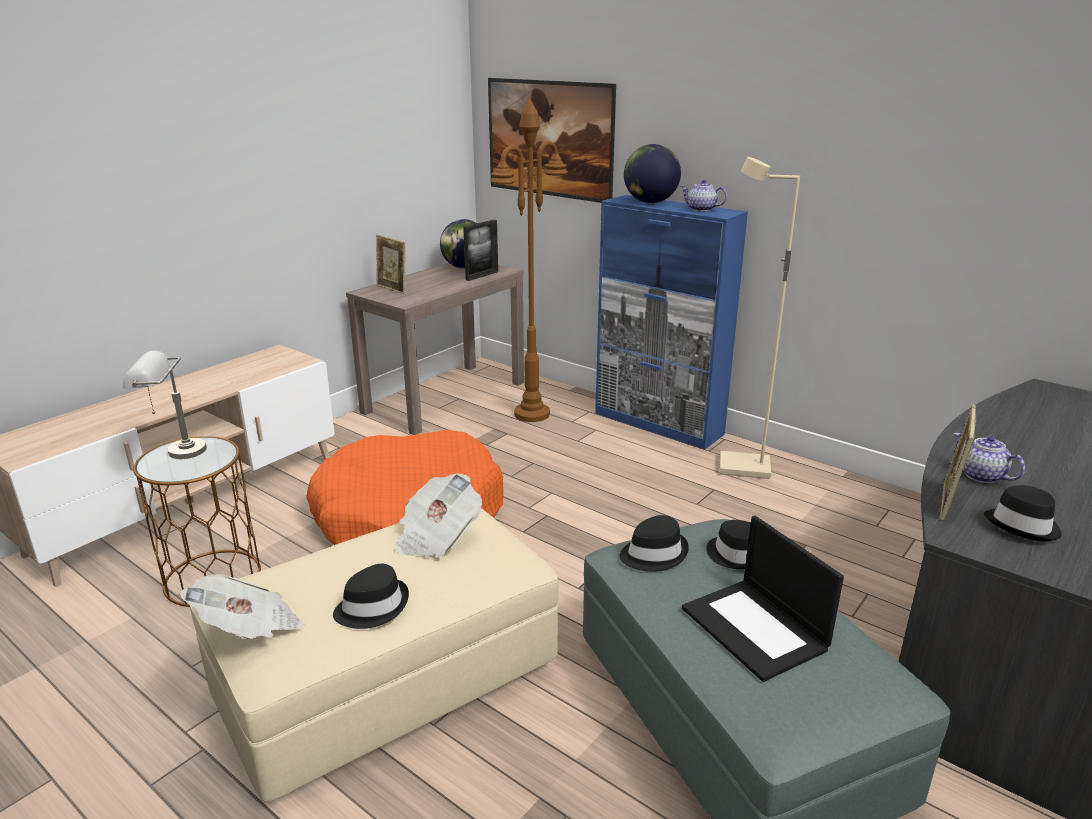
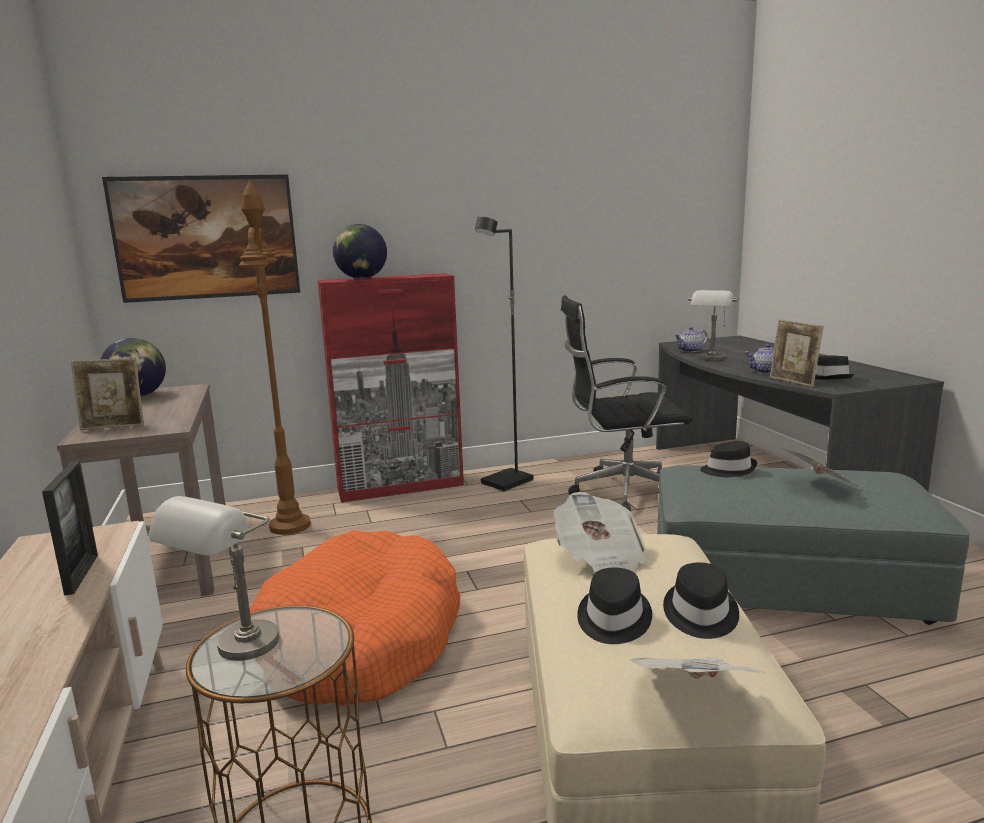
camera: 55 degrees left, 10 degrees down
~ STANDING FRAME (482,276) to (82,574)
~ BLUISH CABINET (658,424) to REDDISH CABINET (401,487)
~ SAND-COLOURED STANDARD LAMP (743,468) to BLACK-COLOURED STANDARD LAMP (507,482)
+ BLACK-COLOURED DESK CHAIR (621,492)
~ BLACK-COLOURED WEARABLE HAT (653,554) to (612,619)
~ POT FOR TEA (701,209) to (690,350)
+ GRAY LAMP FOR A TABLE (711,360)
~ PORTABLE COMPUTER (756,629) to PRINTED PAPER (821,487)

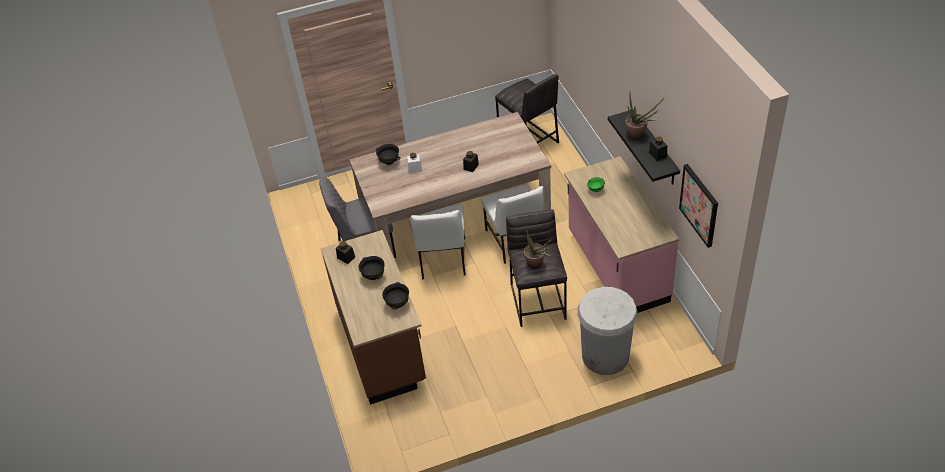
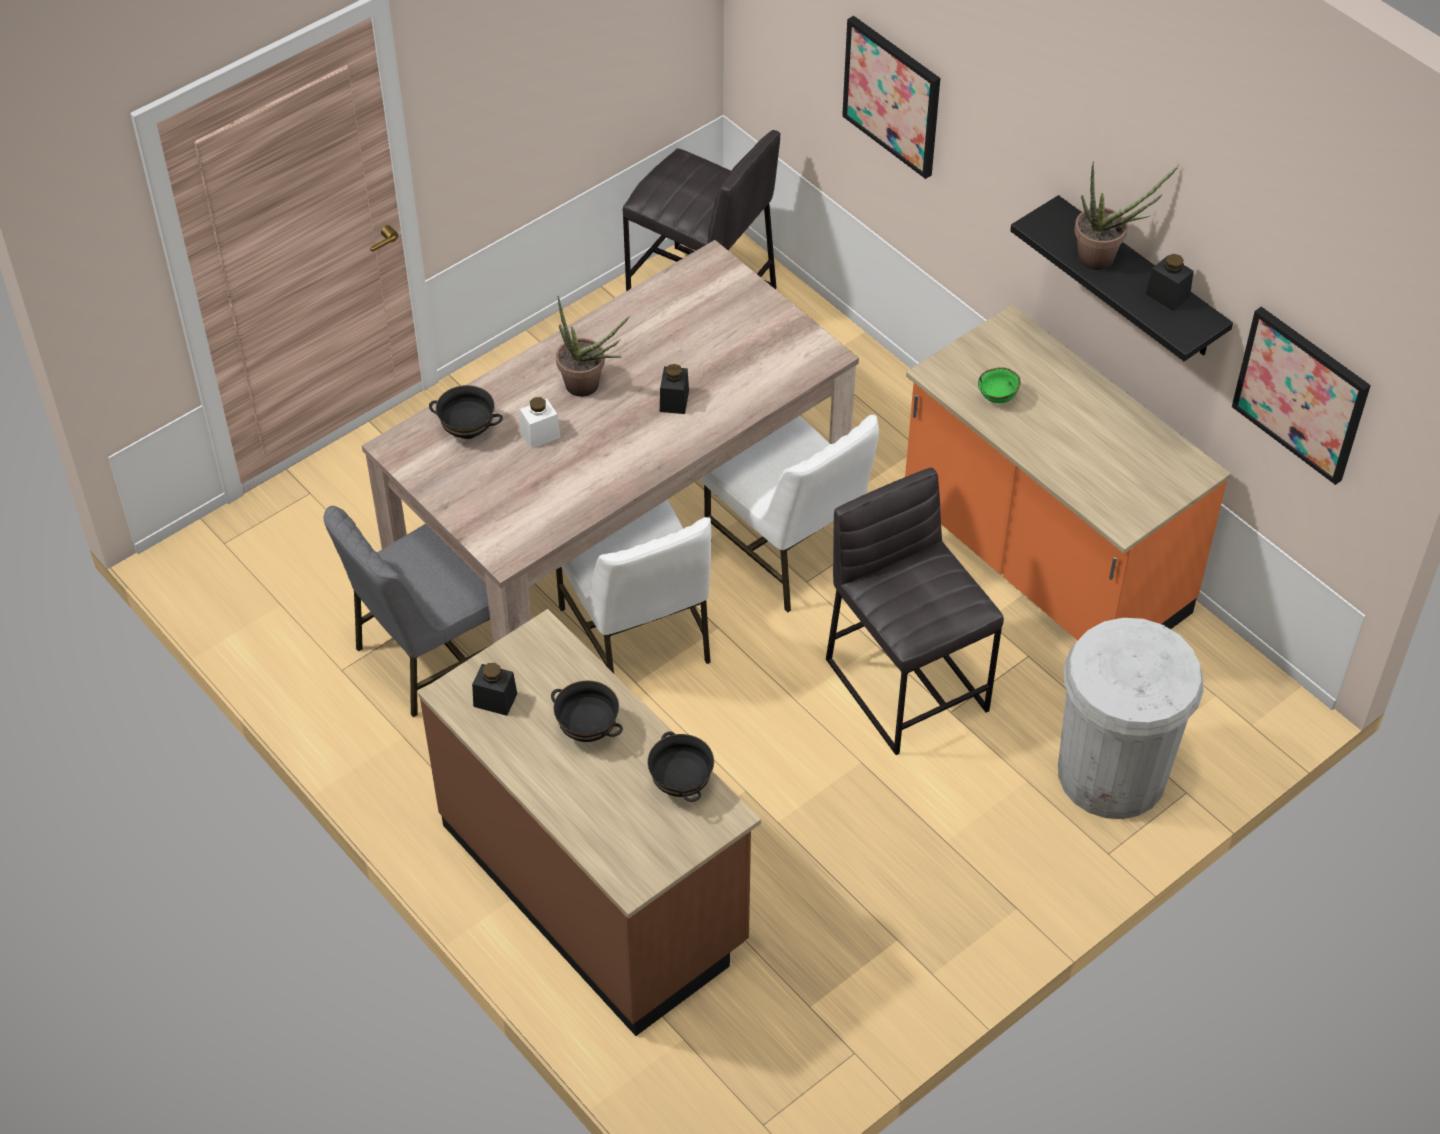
camera: 25 degrees left, 5 degrees up
~ POTTED PLANT (537,265) to (589,387)
+ WALL PICTURE (893,96)
~ PINK-COLOURED COUNTER (616,268) to ORANGE-COLOURED COUNTER (1042,562)

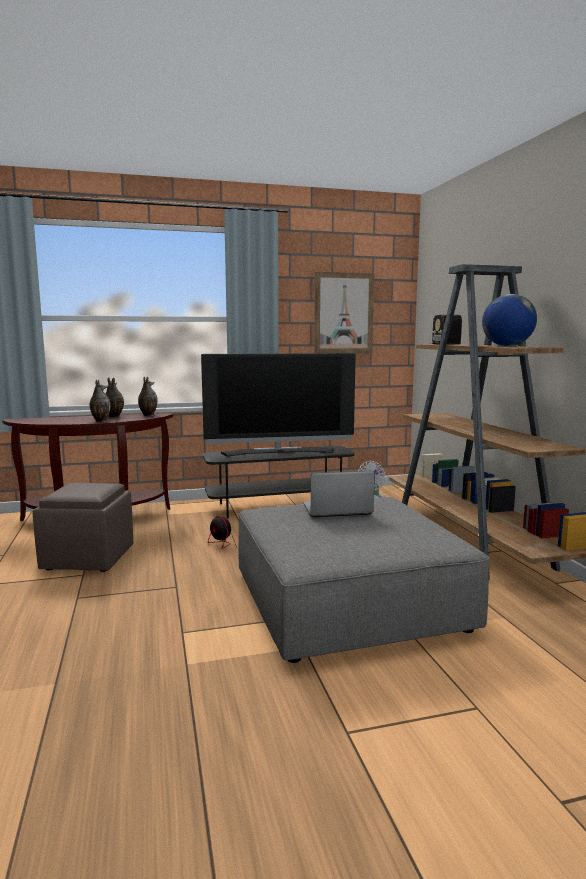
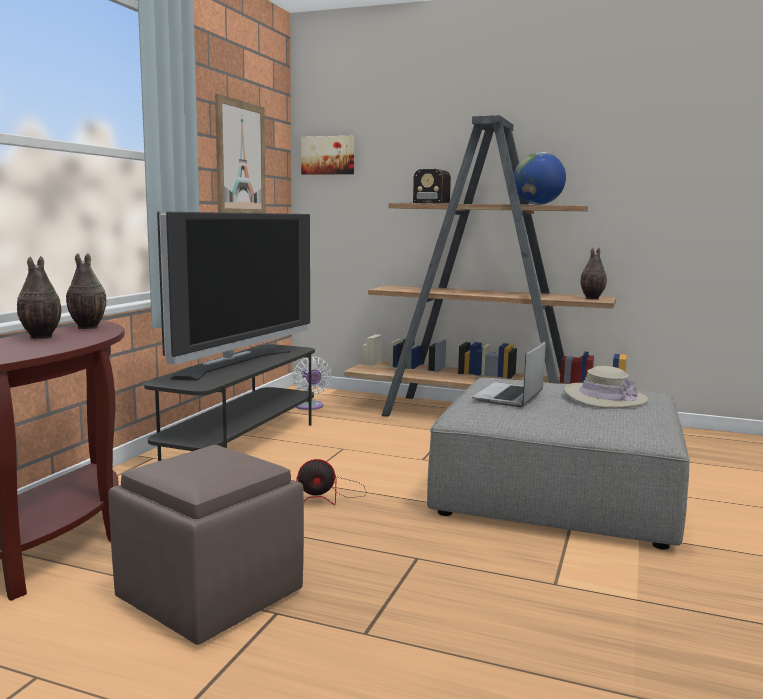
camera: 55 degrees left, 0 degrees up
+ WALL PICTURE (328,155)
+ SAND-COLOURED WEARABLE HAT (604,398)
~ VASE (100,421) to (591,298)

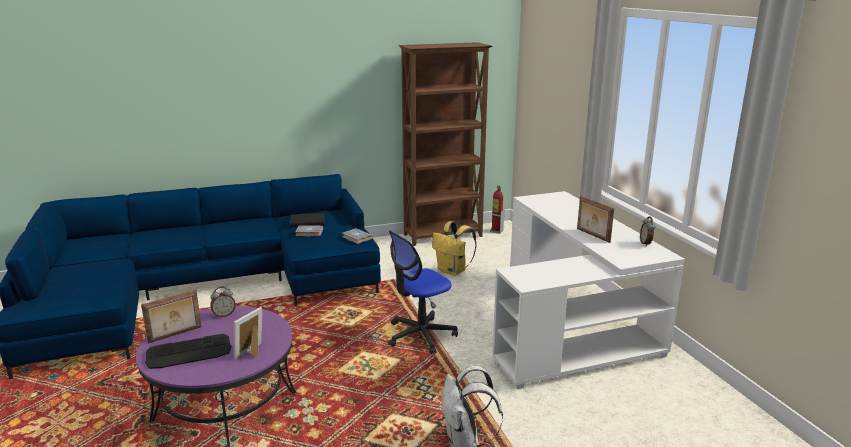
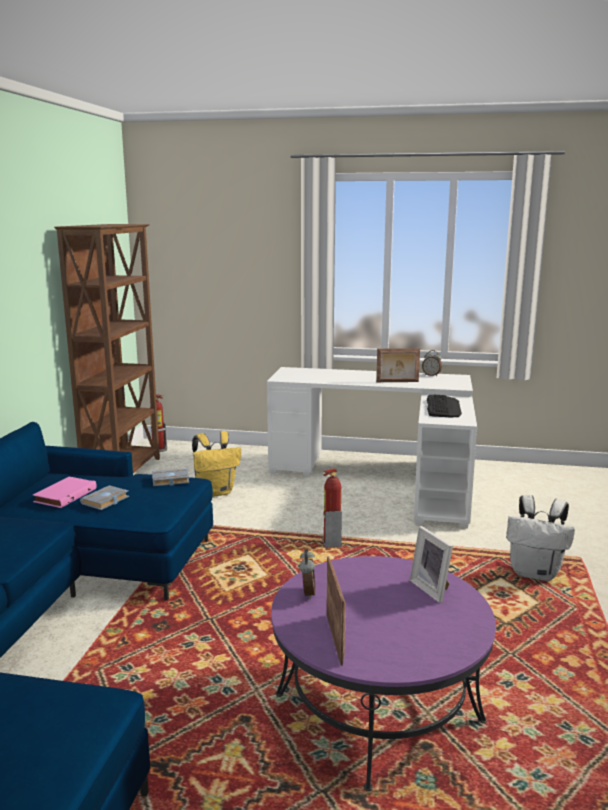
camera: 60 degrees left, 5 degrees down
~ BLACK-COLOURED BOUND BOOK (308,222) to PINK-COLOURED BOUND BOOK (64,495)
~ DESK CHAIR (420,335) to FIRE EXTINGUISHER (331,543)
~ PC KEYBOARD (189,352) to (443,407)

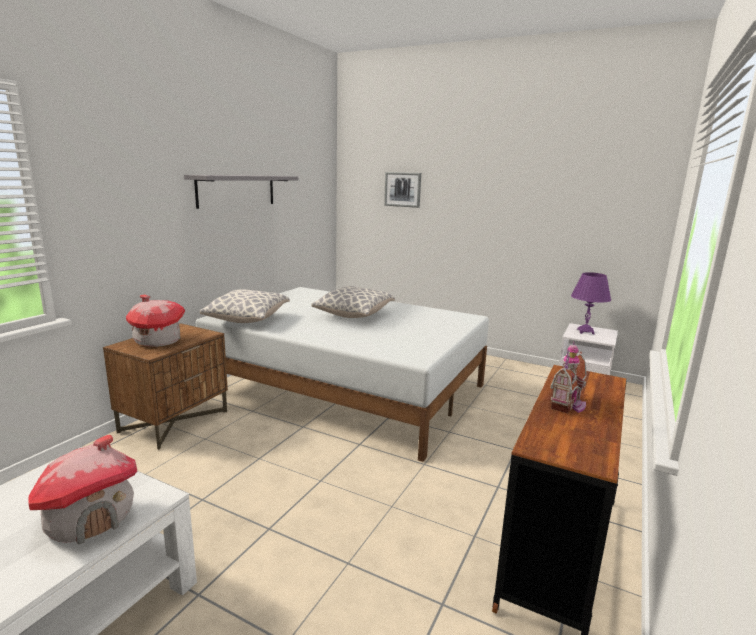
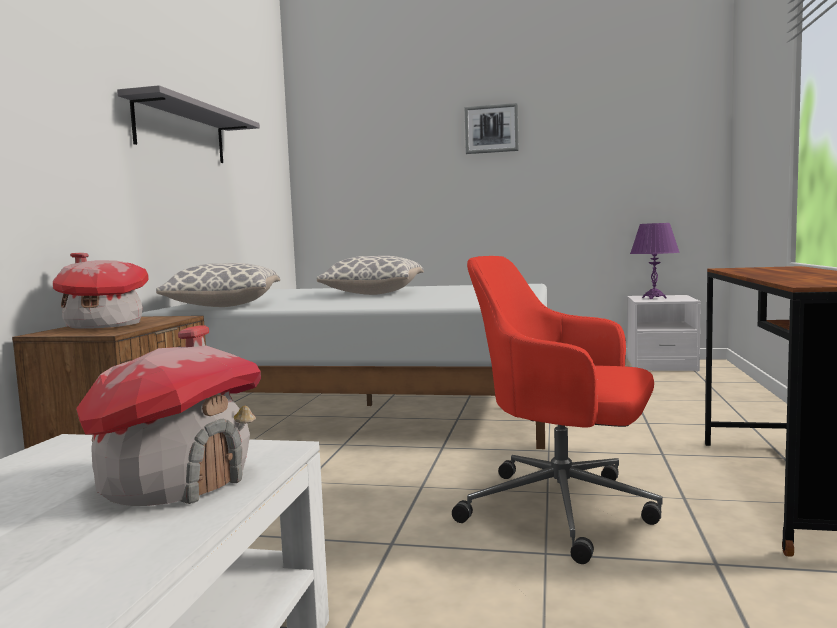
camera: 15 degrees left, 10 degrees down
+ REDDISH DESK CHAIR (564,510)
~ WALL PICTURE (402,189) to (491,129)
- TOY HOUSE (569,405)

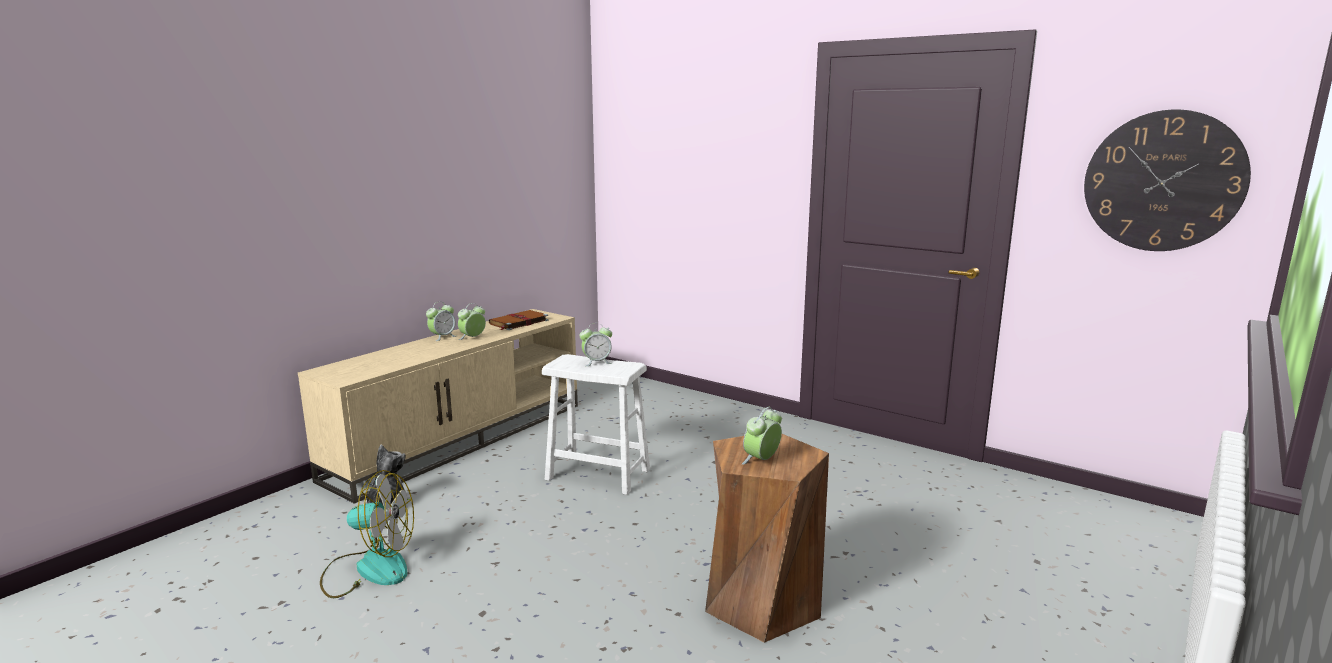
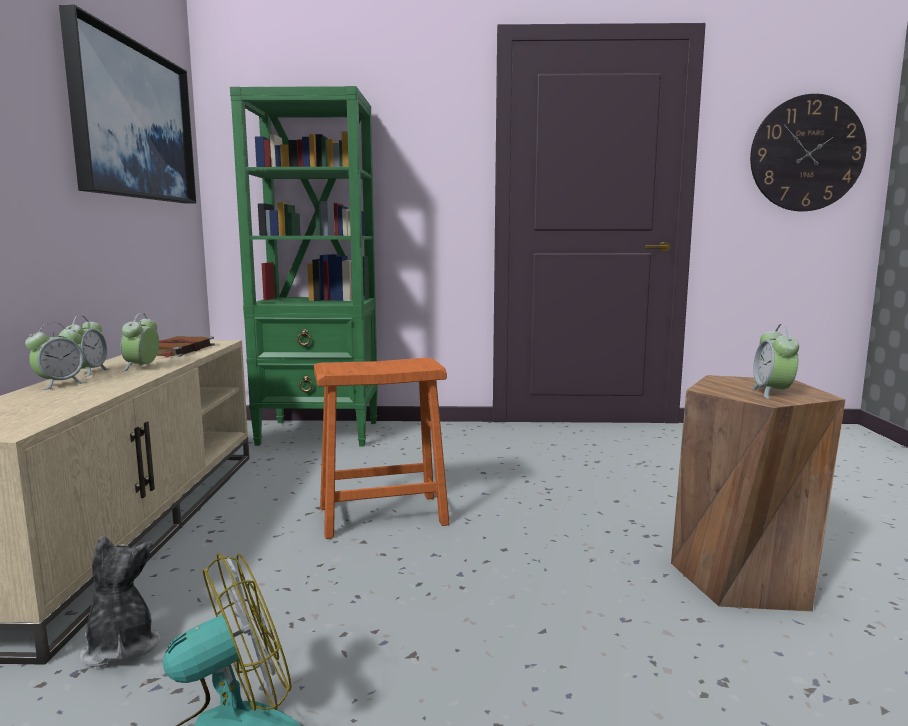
camera: 35 degrees left, 5 degrees down
~ TABLE CLOCK (596,362) to (60,384)
+ WALL PICTURE (133,122)
+ GREEN-COLOURED SHELVING UNIT (320,433)
~ WHITISH STOOL (598,474) to ORANGE-COLOURED STOOL (382,515)

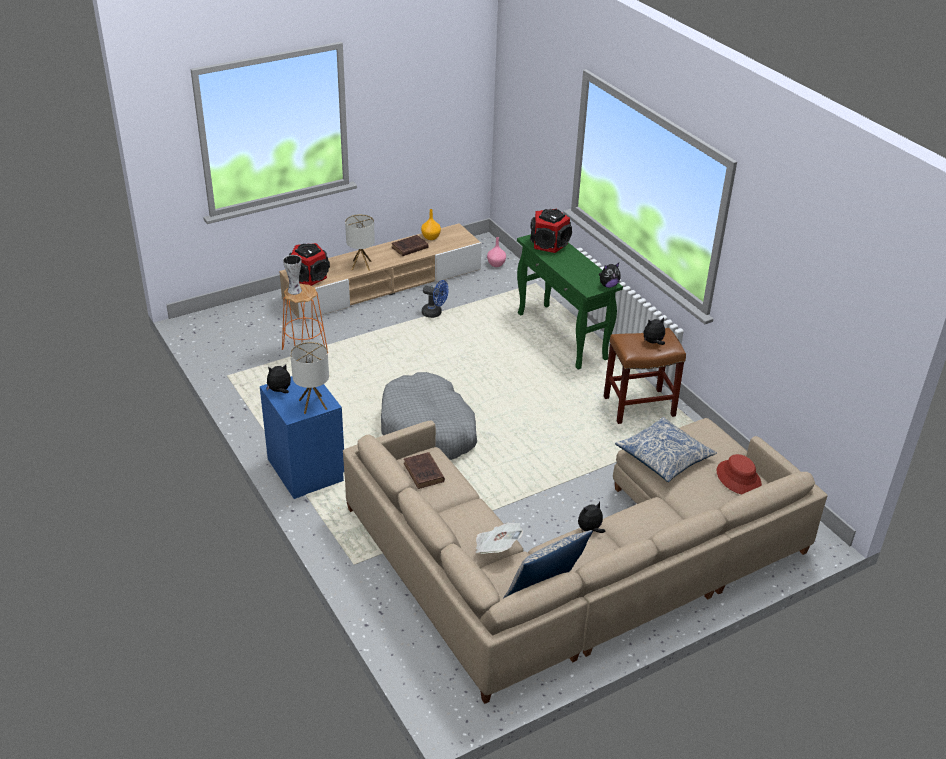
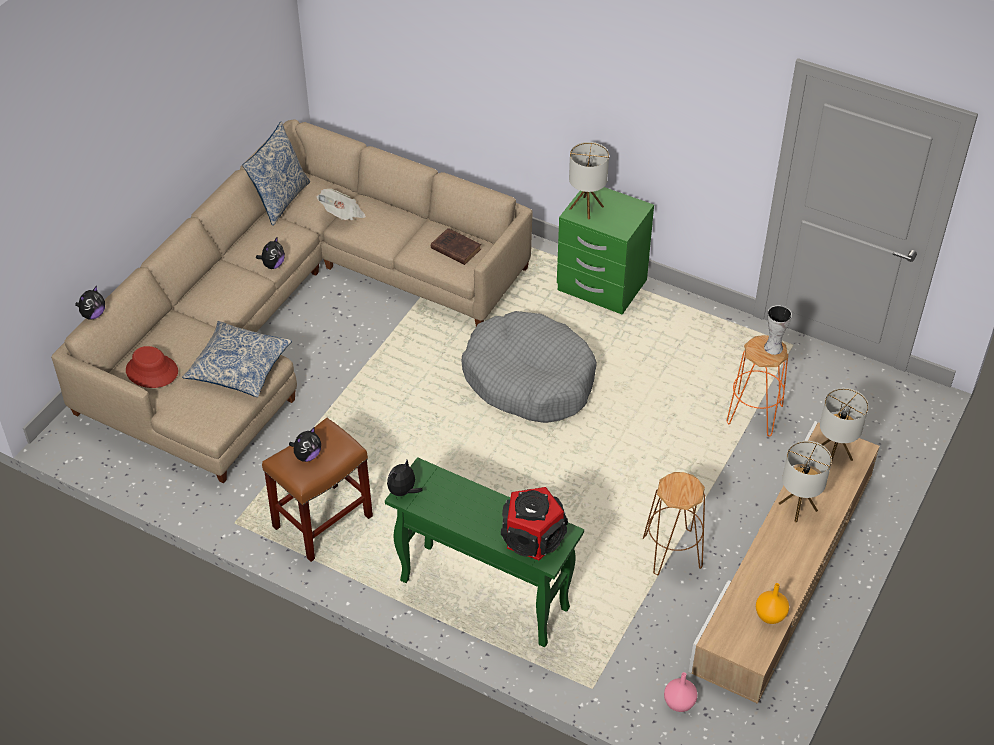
camera: 150 degrees right, 10 degrees up
~ PLUSH TOY (280,391) to (93,314)
~ BLUISH NIGHT TABLE (307,469) to GREEN-COLOURED NIGHT TABLE (601,286)
~ BLUISH FAN (435,313) to BROWN-COLOURED STOOL (672,553)
~ SPEAKER (309,276) to LAMP FOR A TABLE (834,454)
- BROWN-COLOURED BOUND BOOK (409,248)

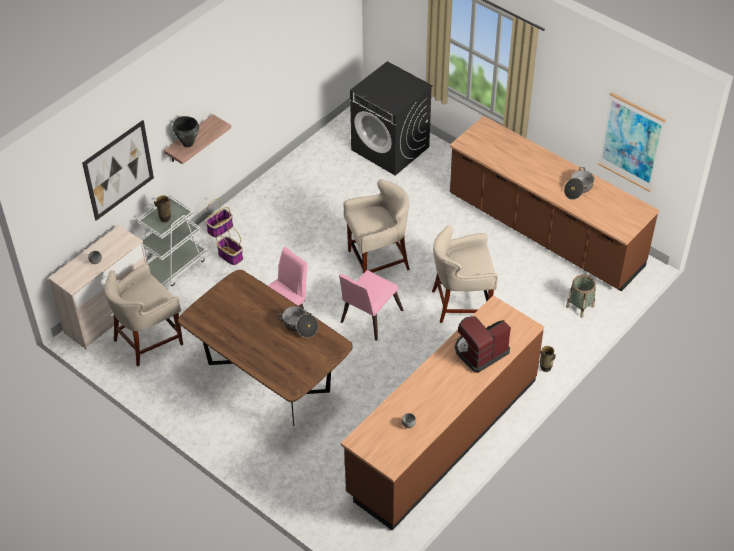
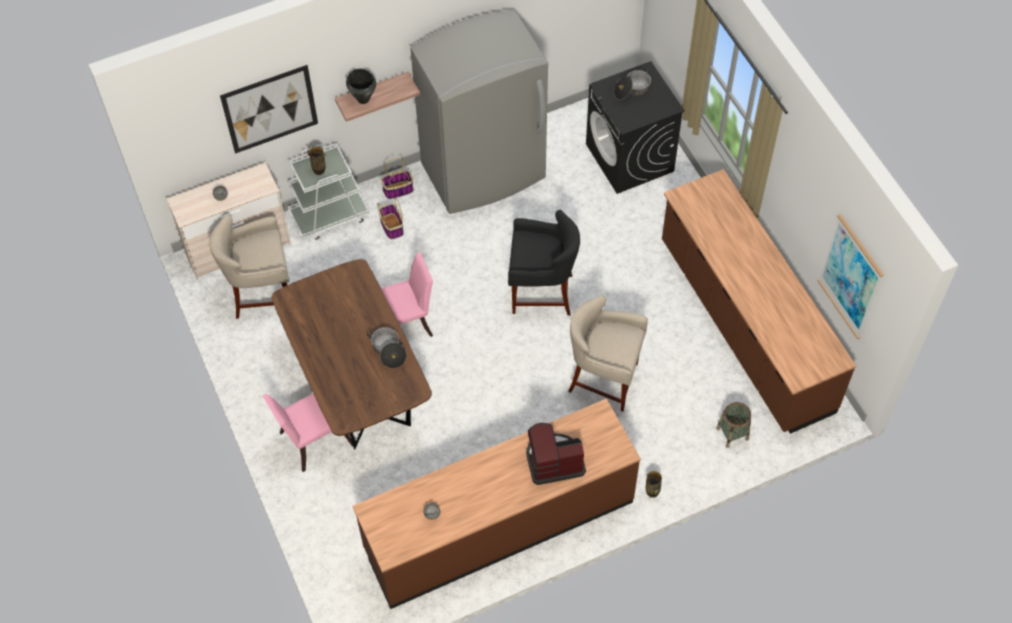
camera: 25 degrees right, 10 degrees up
~ PINK-COLOURED CHAIR (368,318) to (312,440)
+ GRAY KITCHEN FRIDGE (484,172)
~ SAND-COLOURED STOOL (377,261) to BLACK-COLOURED STOOL (541,292)
~ STOCKPOT (578,189) to (632,90)

